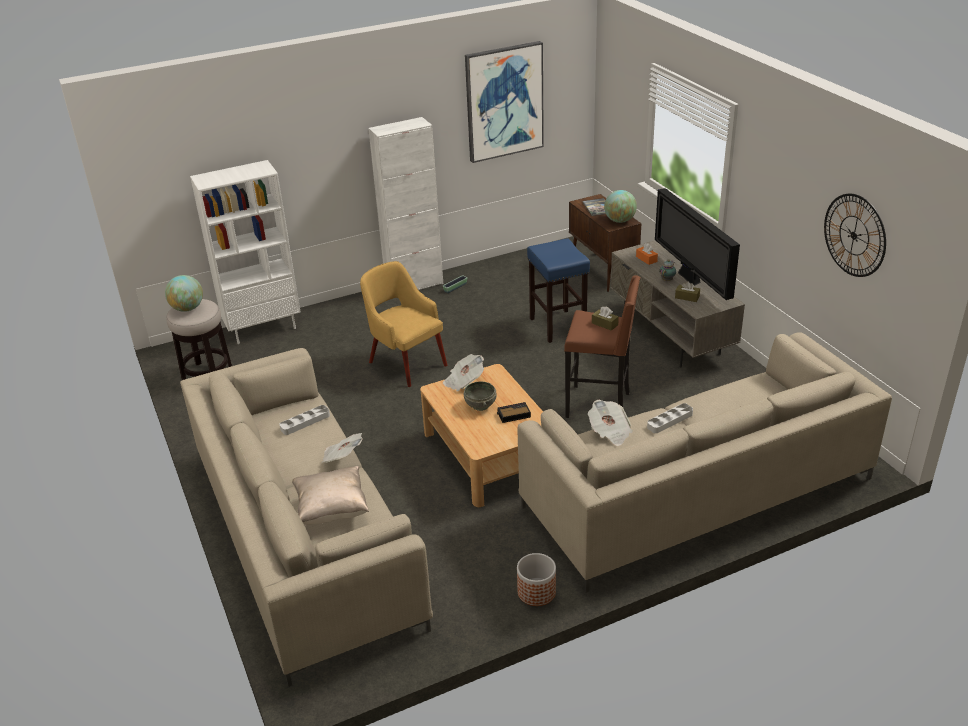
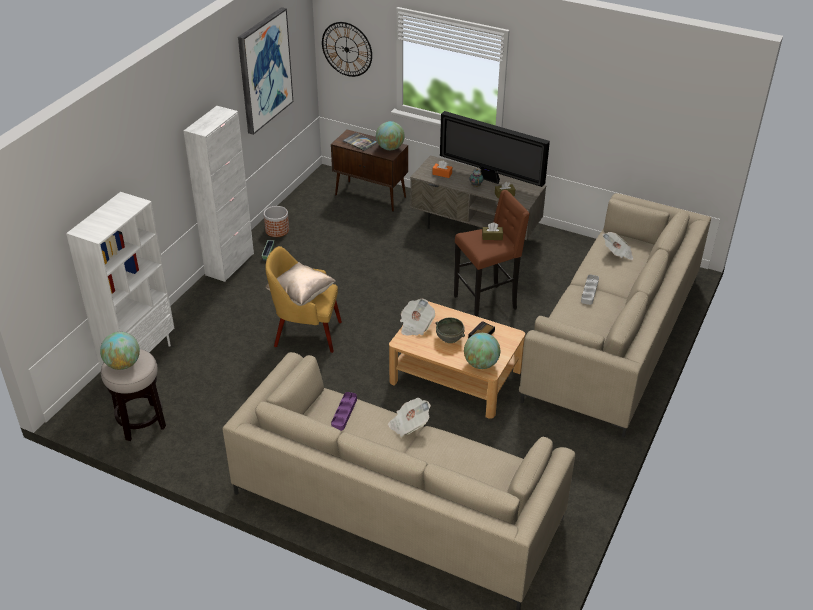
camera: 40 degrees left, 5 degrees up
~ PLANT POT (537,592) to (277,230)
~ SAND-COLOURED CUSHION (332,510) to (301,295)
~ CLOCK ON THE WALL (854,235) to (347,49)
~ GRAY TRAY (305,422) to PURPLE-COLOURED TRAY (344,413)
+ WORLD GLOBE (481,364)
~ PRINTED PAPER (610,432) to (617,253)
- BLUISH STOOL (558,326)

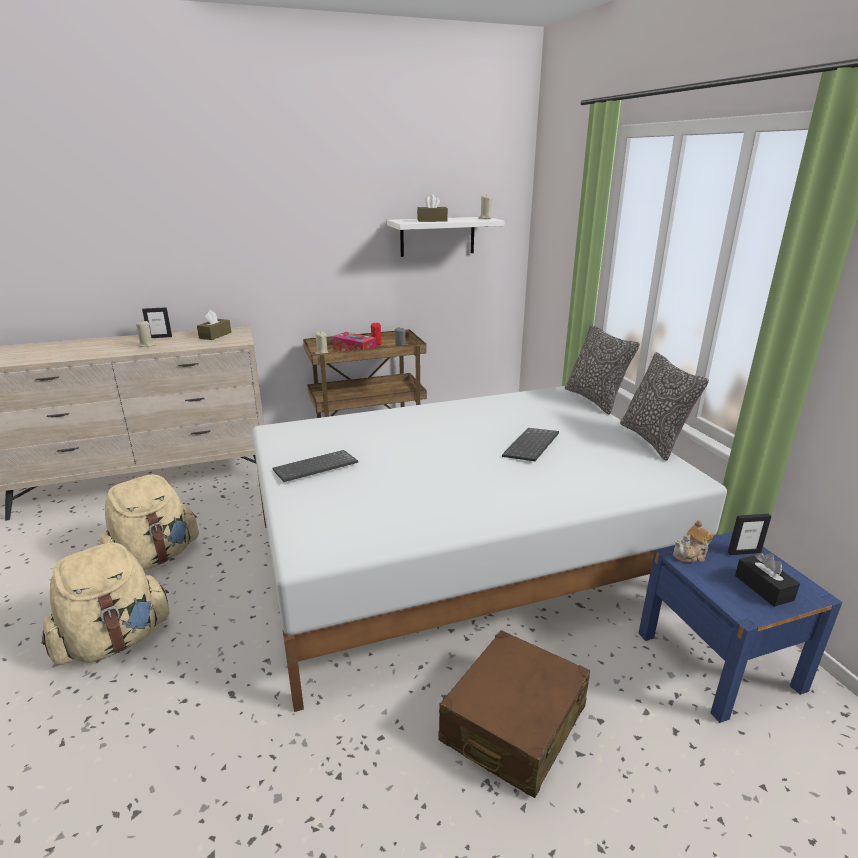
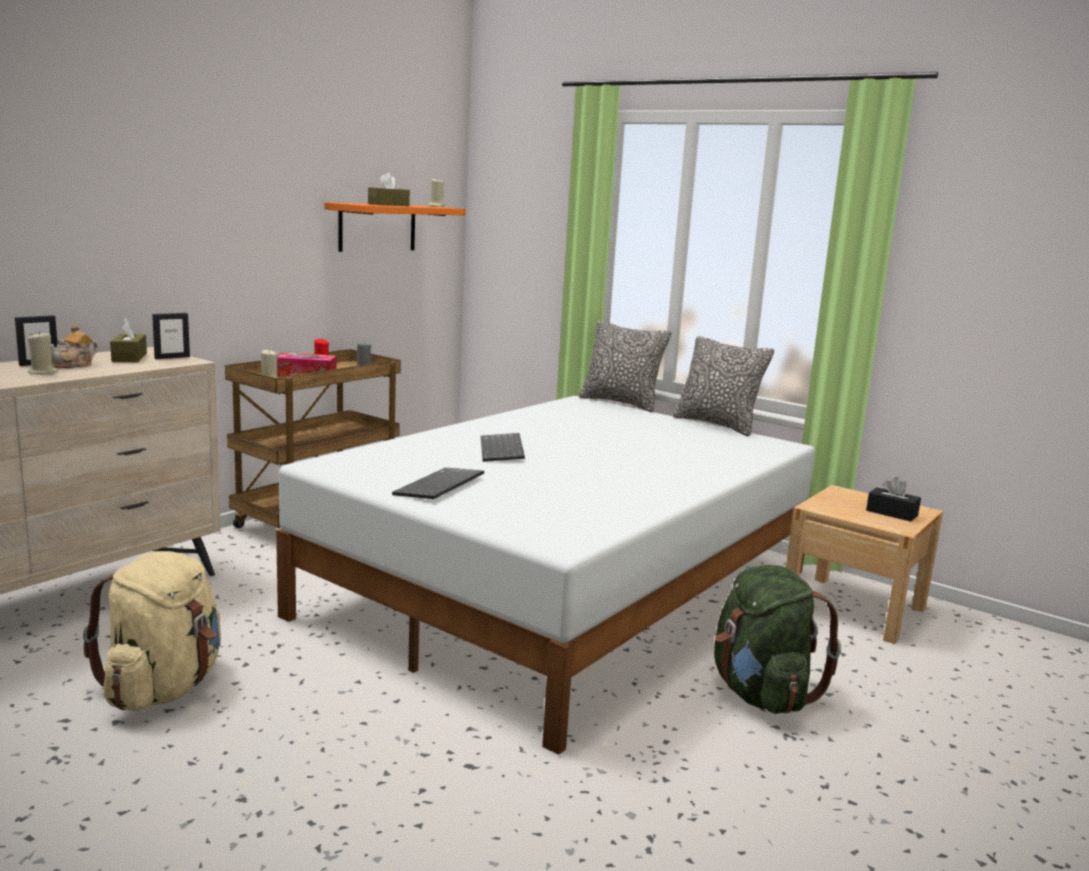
camera: 35 degrees left, 10 degrees down
~ POT FOR TEA (691,555) to (74,365)
~ STANDING FRAME (744,552) to (172,357)
~ WHITISH BRACKET SHELF (437,236) to ORANGE-COLOURED BRACKET SHELF (377,227)
~ PC KEYBOARD (532,446) to (503,450)
~ BROWN-COLOURED TRAVEL CASE (513,724) to GREEN-COLOURED BACKPACK (761,694)
~ BLUISH NIGHT TABLE (718,661) to SAND-COLOURED NIGHT TABLE (853,608)
- SAND-COLOURED BACKPACK (115,641)

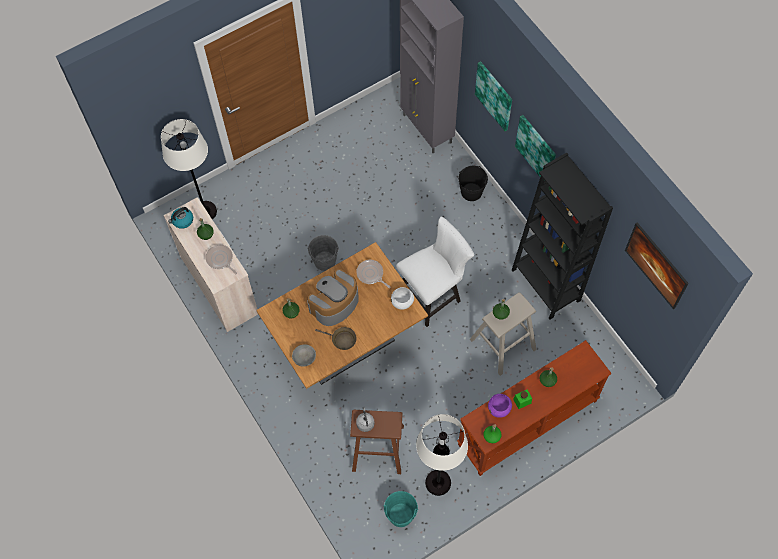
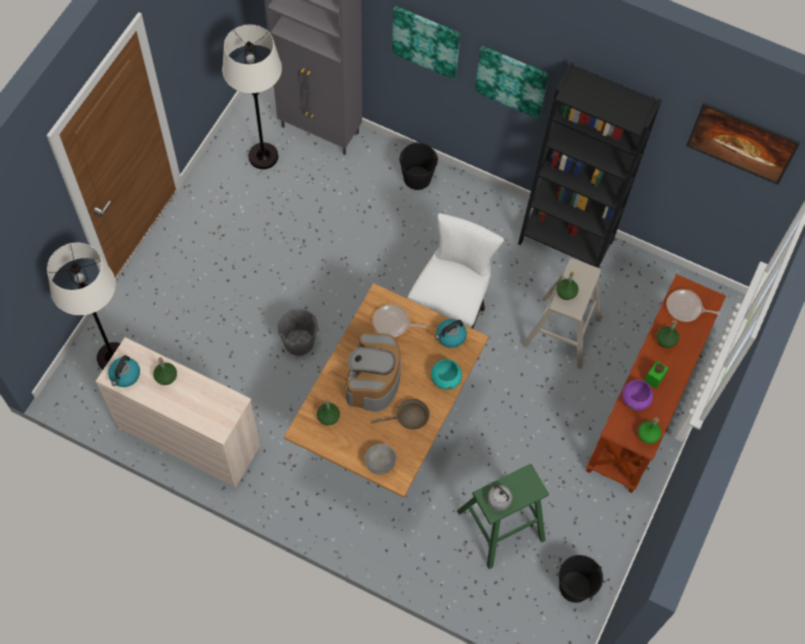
camera: 35 degrees left, 0 degrees up
~ WHITISH STANDARD LAMP (438,482) to (263,156)
+ TURQUOISE DEEP DISH (446,379)
~ WHITISH DEEP DISH (402,302) to WATER KETTLE (450,336)
~ BROWN-COLOURED STOOL (377,448) to GREEN-COLOURED STOOL (500,526)
~ TURQUOISE BUCKET (400,515) to BLACK-COLOURED BUCKET (575,587)
~ SKILLET (220,259) to (685,308)

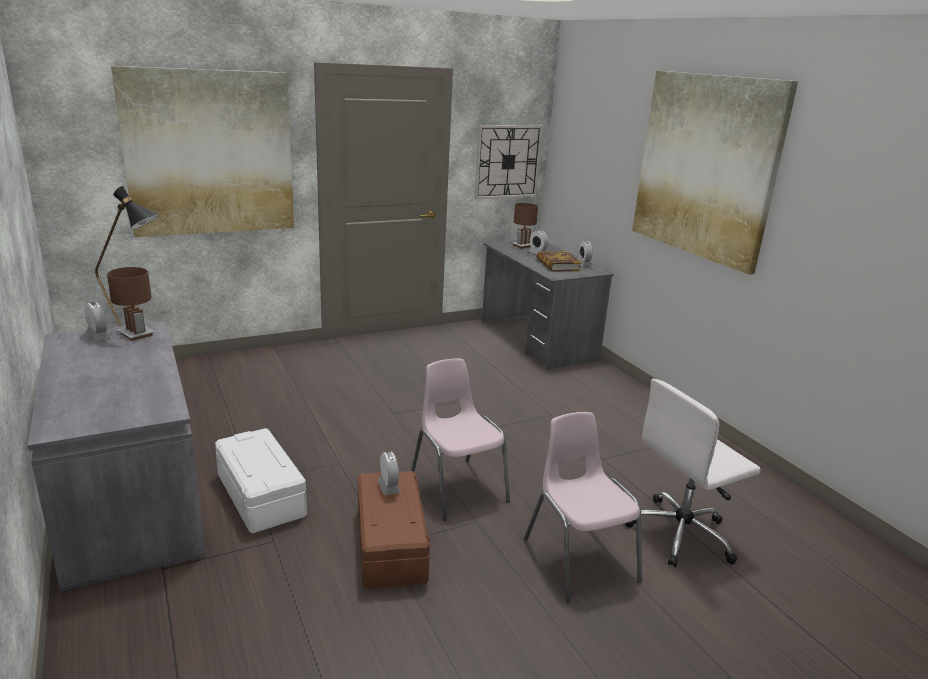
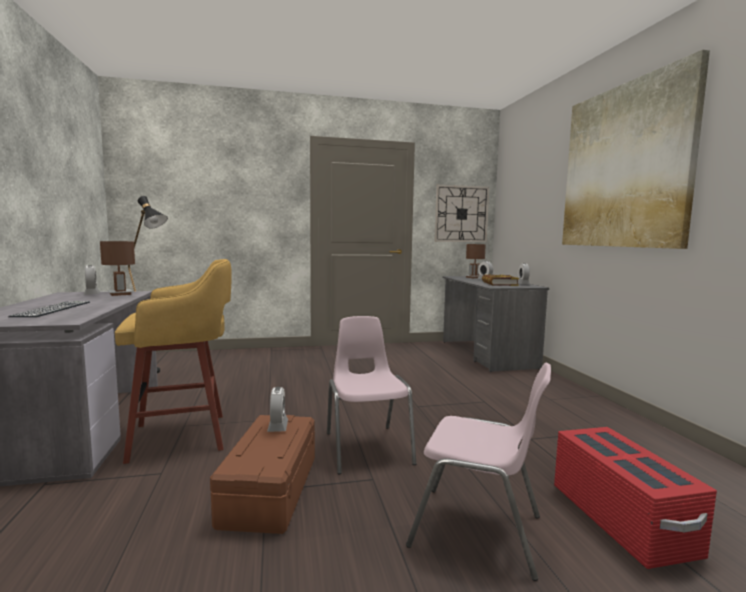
camera: 15 degrees right, 15 degrees down
+ PC KEYBOARD (53,309)
~ WHITISH STORAGE CONTAINER (262,495) to YELLOW STOOL (183,436)
~ PINK-COLOURED CHAIR (579,558) = (478,531) 120 degrees clockwise
~ WHITISH DESK CHAIR (682,534) to REDDISH STORAGE CONTAINER (621,520)
- WALL PICTURE (210,153)

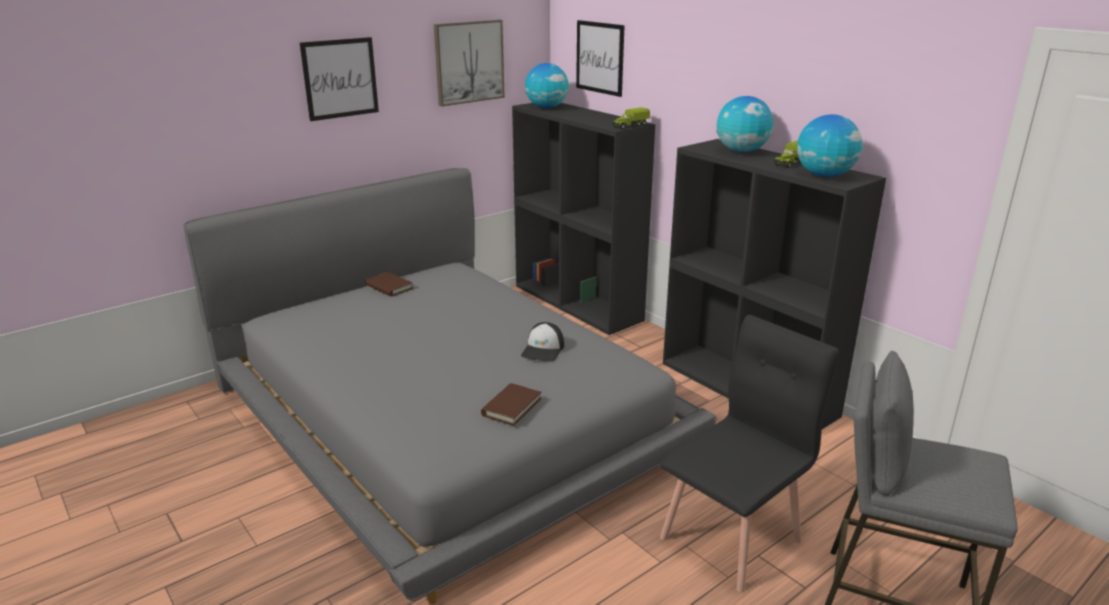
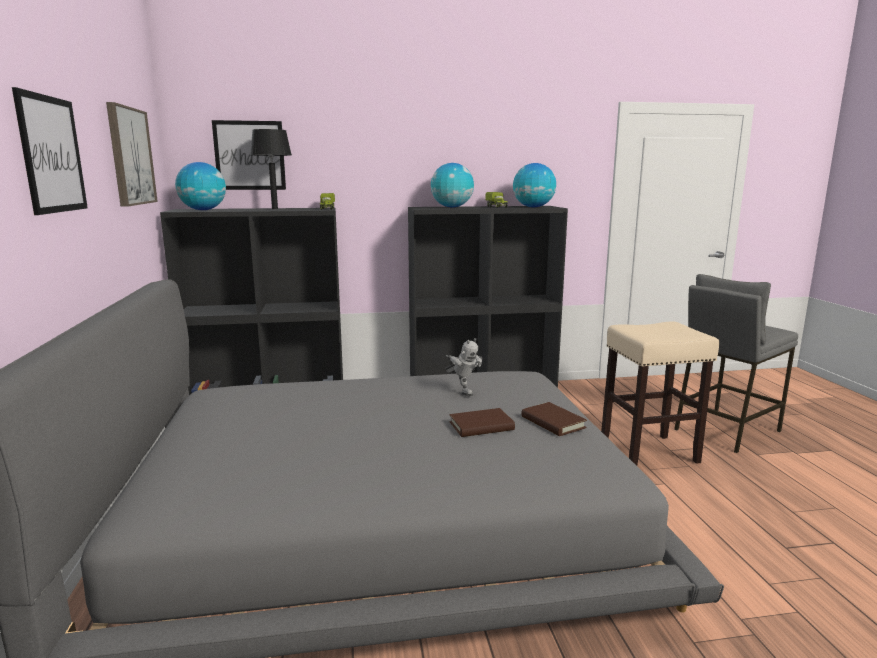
camera: 60 degrees left, 10 degrees down
+ BLACK-COLOURED LAMP FOR A TABLE (274,209)
~ BASEBALL CAP (543,350) to TOY ROBOT (463,391)
~ BROWN-COLOURED BOUND BOOK (389,287) to (481,426)
~ BLACK-COLOURED CHAIR (732,539) to SAND-COLOURED STOOL (649,452)

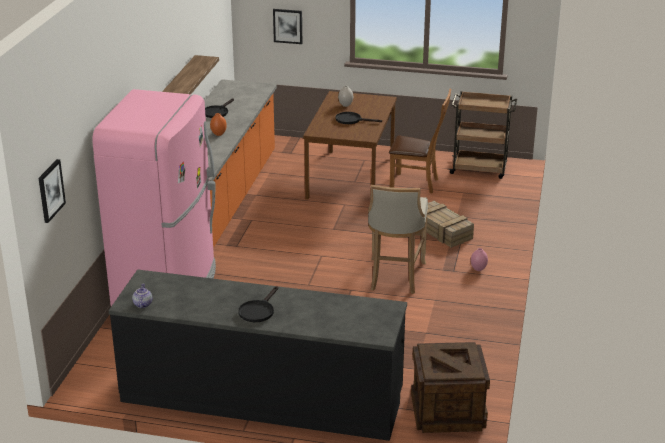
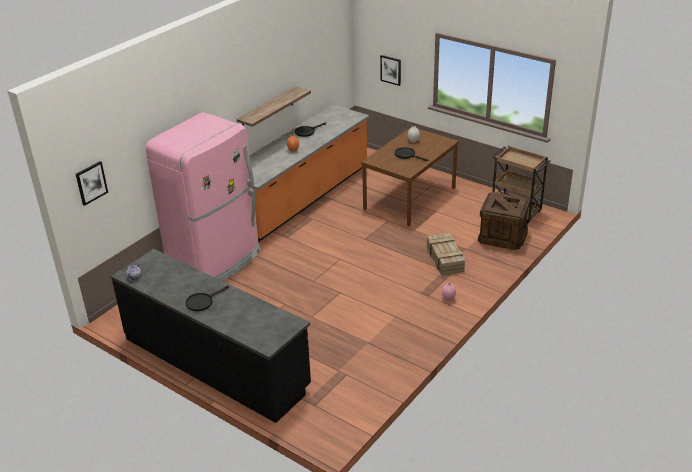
camera: 25 degrees right, 5 degrees up
~ CRATE (448,412) to (503,237)
- SAND-COLOURED STOOL (395,277)
- BROWN-COLOURED CHAIR (417,184)

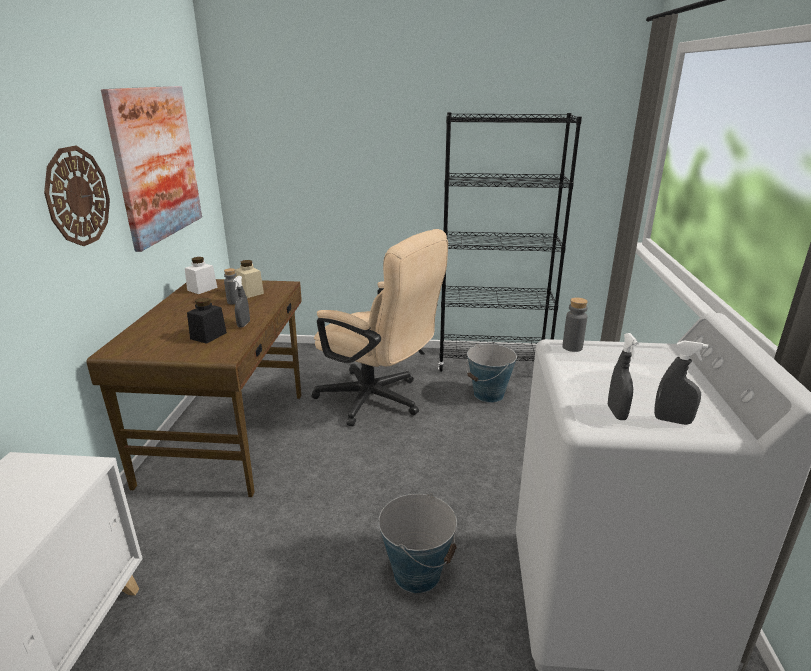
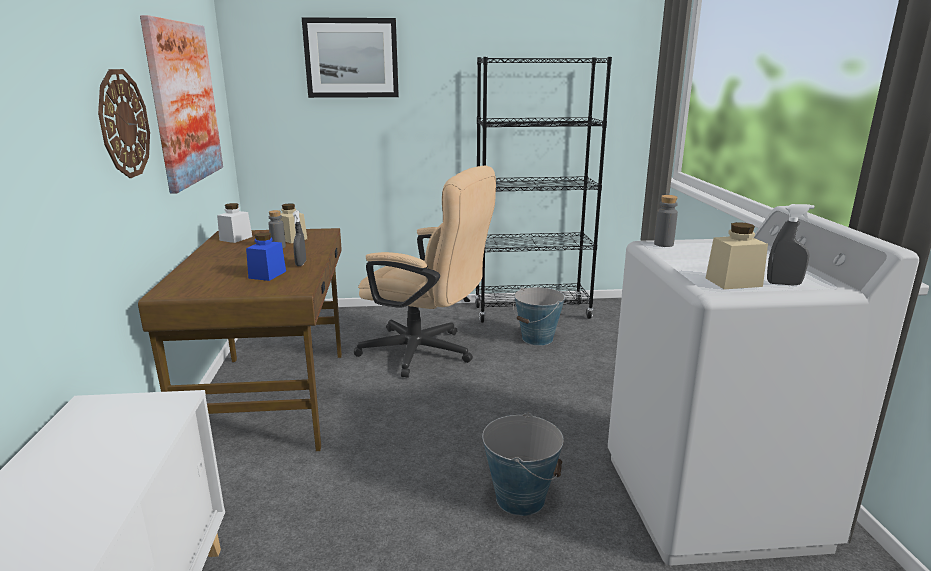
camera: 10 degrees left, 5 degrees down
~ BLACK-COLOURED JAR (208,336) to BLUISH JAR (267,274)
+ WALL PICTURE (351,58)
~ GRAY SPRAYER (616,413) to SAND-COLOURED JAR (733,282)

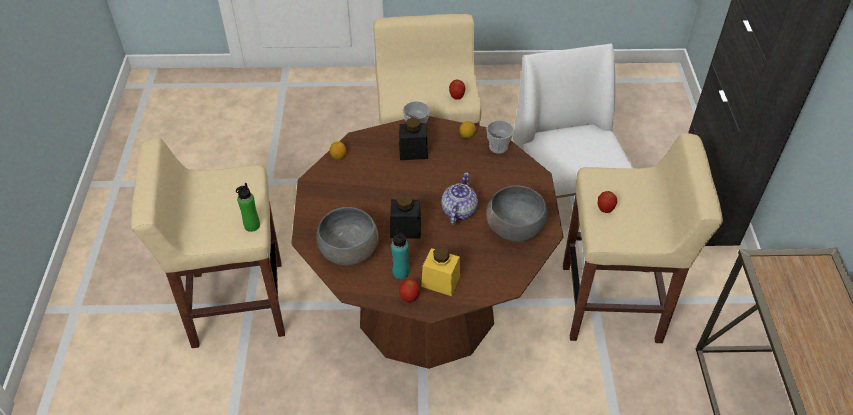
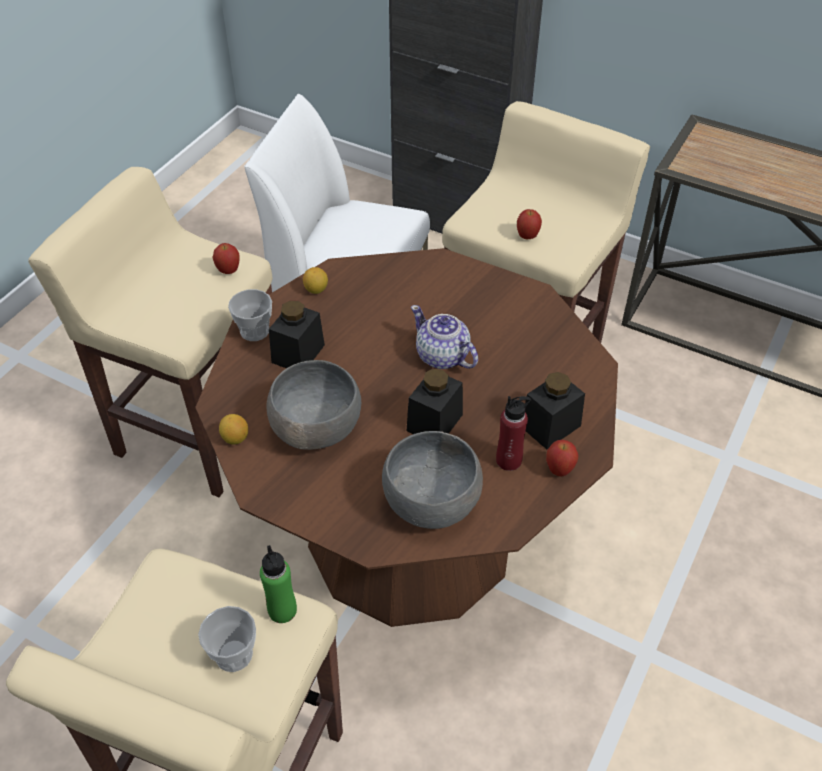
camera: 60 degrees left, 0 degrees up
~ SMALL CUP (498,147) to (234,654)
~ GRAY DEEP DISH (514,228) to (316,428)
~ TURQUOISE BOTTLE (400,272) to REDDISH BOTTLE (509,460)
~ YELLOW JAR (440,281) to BLACK-COLOURED JAR (550,426)

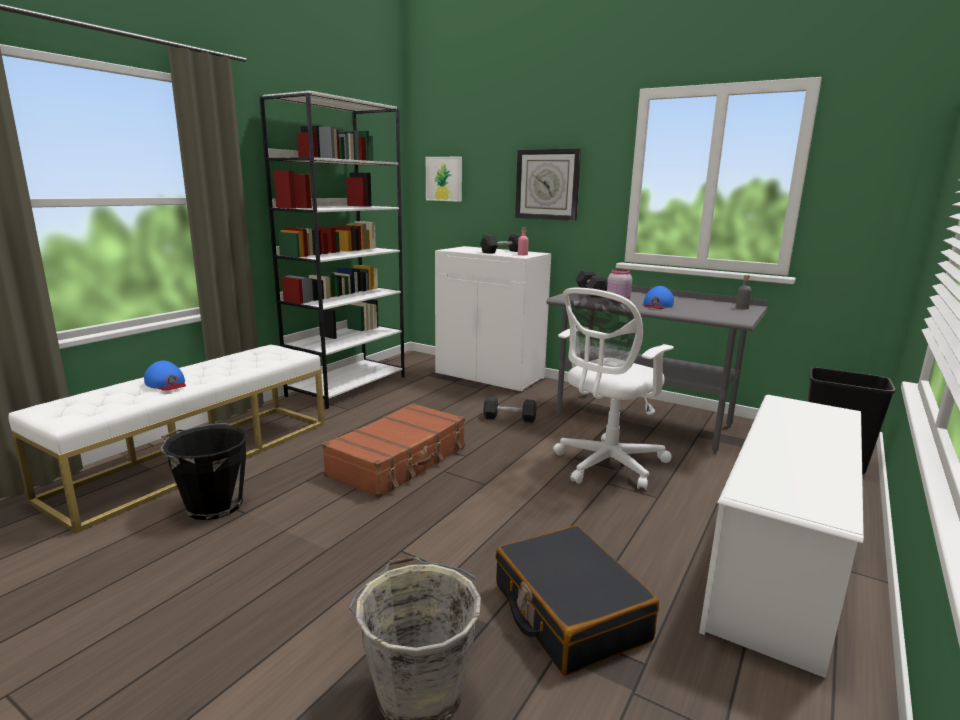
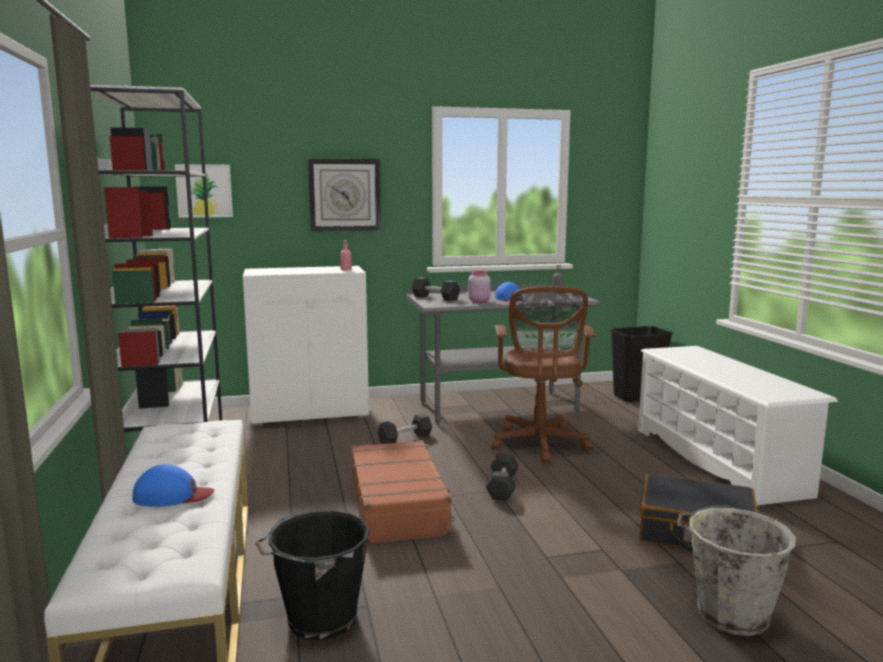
camera: 45 degrees left, 5 degrees down
~ BLACK-COLOURED HAND WEIGHT (502,252) to (502,487)
~ WHITISH DESK CHAIR (606,466) to BROWN-COLOURED DESK CHAIR (539,445)

